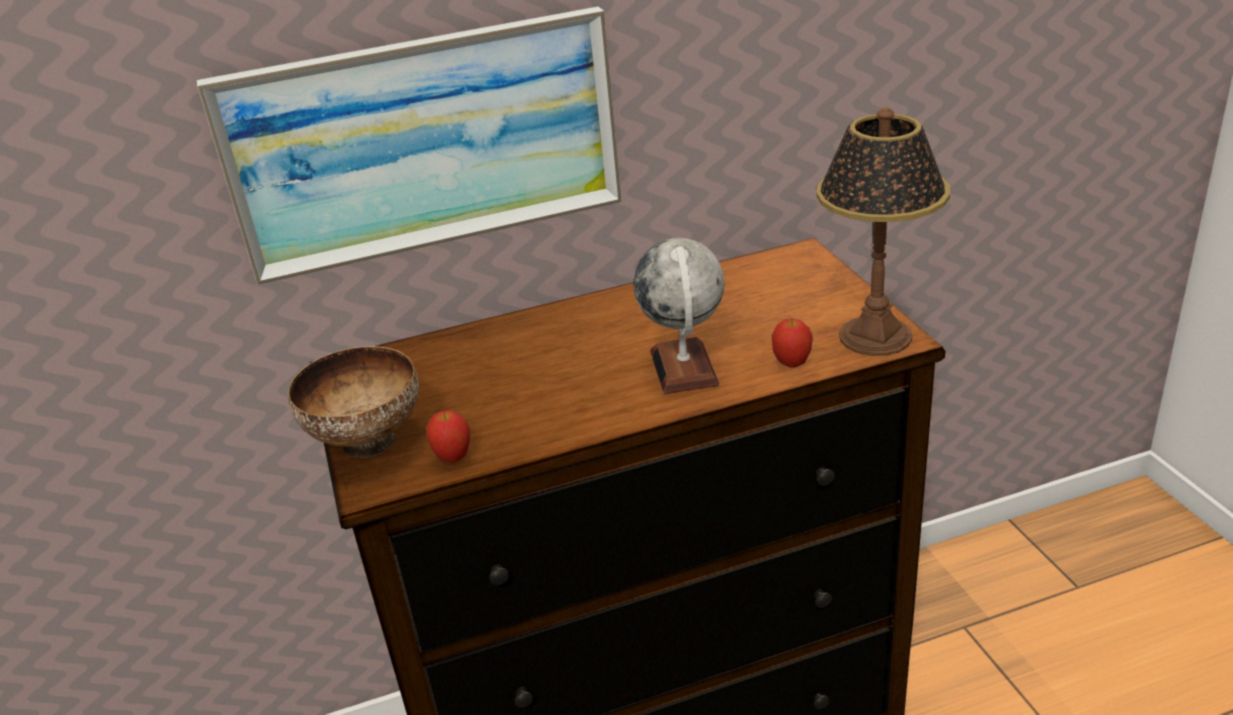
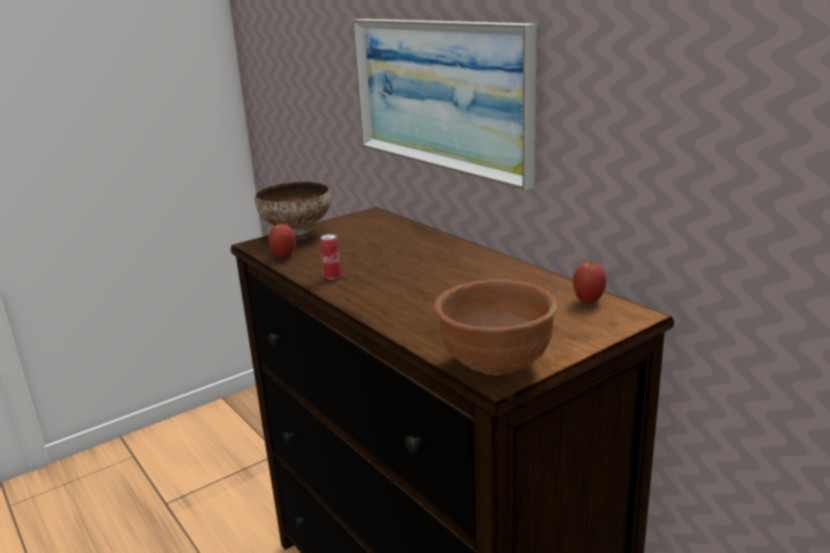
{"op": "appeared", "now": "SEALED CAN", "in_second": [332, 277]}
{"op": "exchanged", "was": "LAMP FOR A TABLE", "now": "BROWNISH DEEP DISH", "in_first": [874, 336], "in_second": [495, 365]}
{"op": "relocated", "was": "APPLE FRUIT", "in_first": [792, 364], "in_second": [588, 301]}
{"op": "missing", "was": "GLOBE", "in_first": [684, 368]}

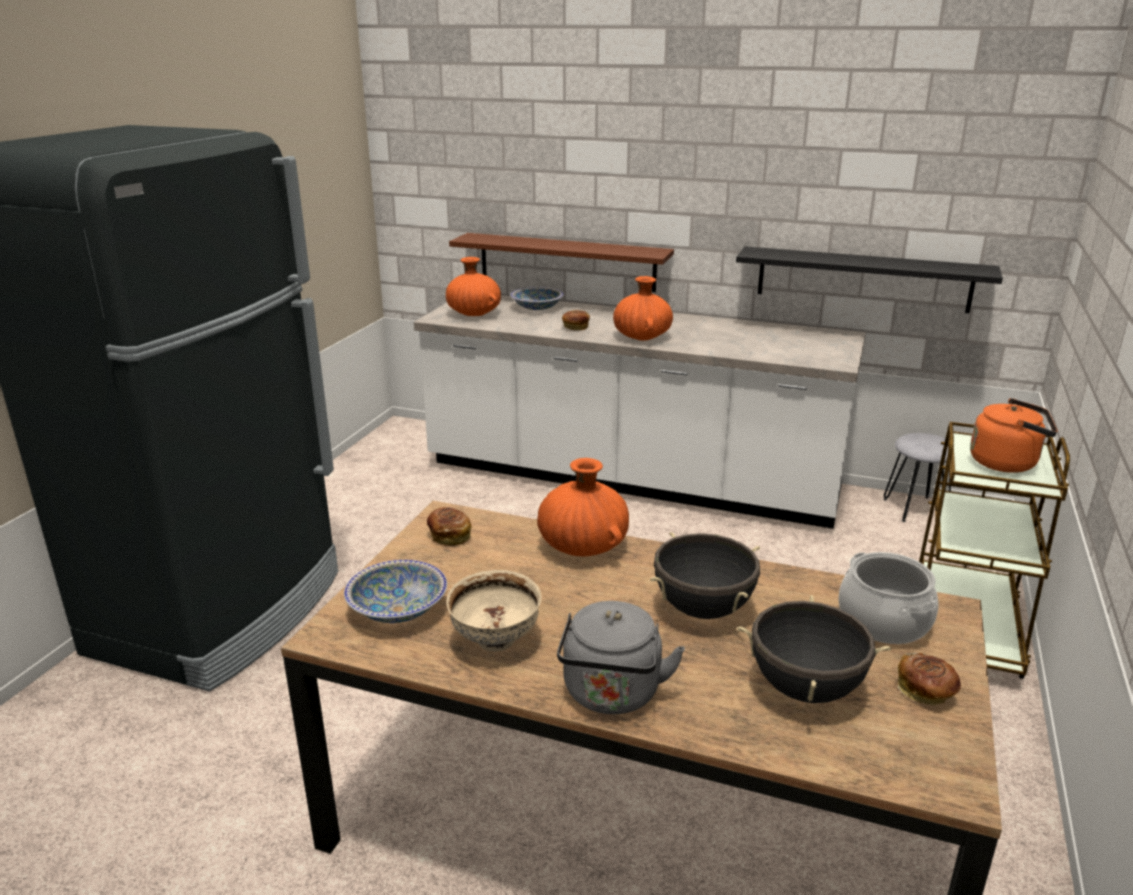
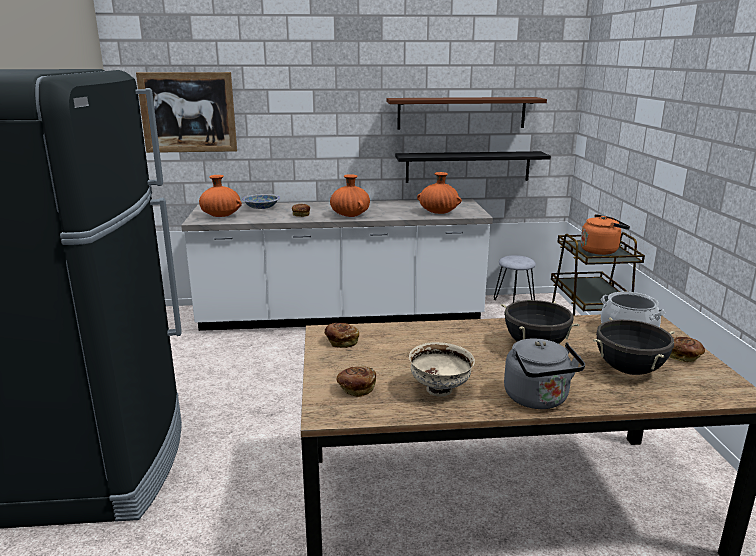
{"op": "appeared", "now": "WALL ART", "in_second": [188, 112]}
{"op": "exchanged", "was": "DEEP DISH", "now": "BREAD", "in_first": [397, 609], "in_second": [356, 389]}
{"op": "relocated", "was": "BROWNISH SHELF", "in_first": [566, 262], "in_second": [461, 113]}
{"op": "relocated", "was": "ORANGE-COLOURED FLOWER VASE", "in_first": [583, 546], "in_second": [438, 212]}

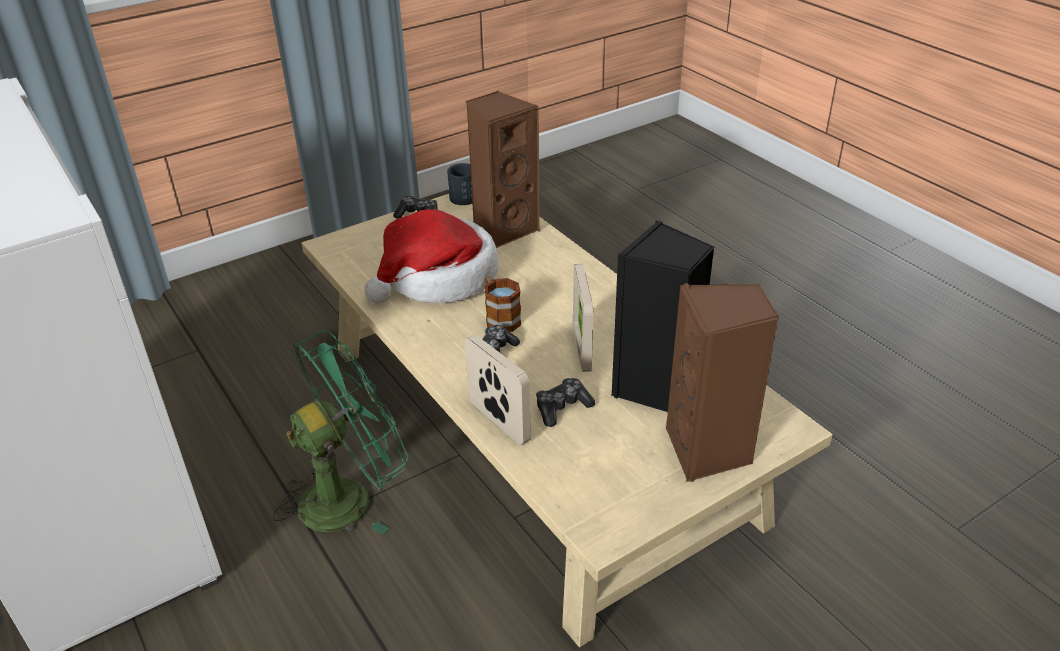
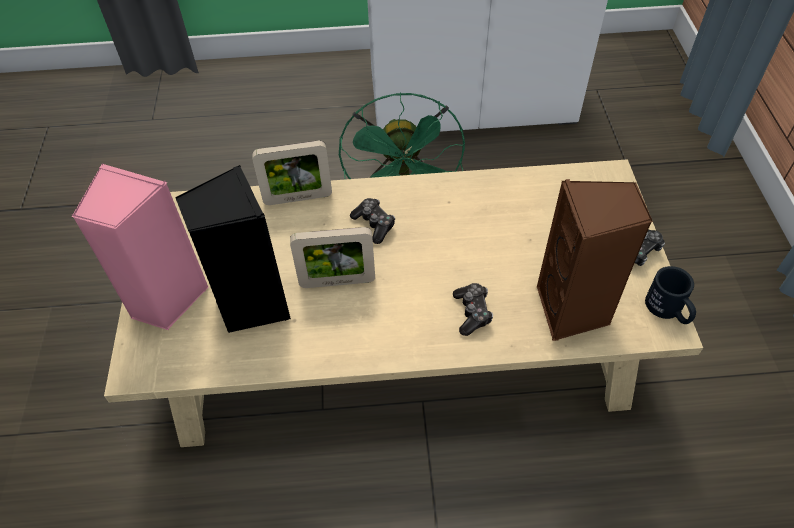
{"op": "colour", "was": "BROWNISH AUDIO SPEAKER", "now": "PINKISH AUDIO SPEAKER", "in_first": [709, 451], "in_second": [165, 300]}
{"op": "spun", "was": "PICTURE FRAME", "in_first": [581, 349], "in_second": [337, 282], "clockwise": 150}
{"op": "relocated", "was": "GAMEPAD", "in_first": [562, 408], "in_second": [472, 312]}
{"op": "missing", "was": "WEARABLE HAT", "in_first": [438, 278]}
{"op": "missing", "was": "COFFEE MUG", "in_first": [499, 317]}

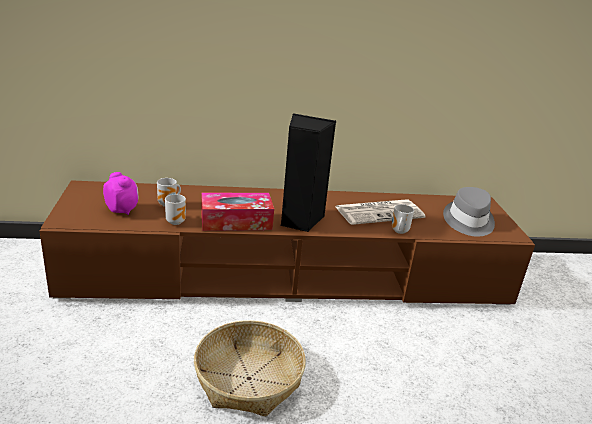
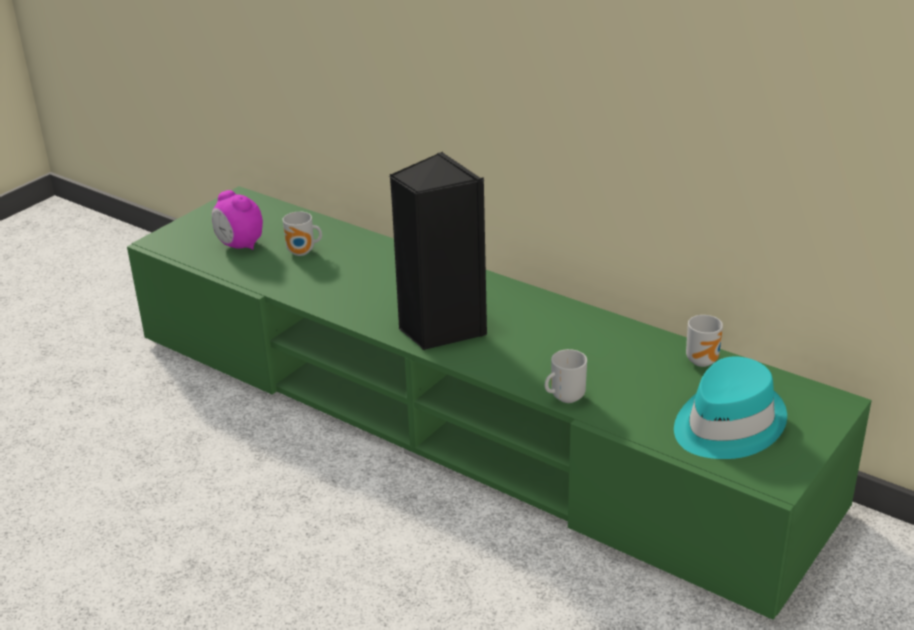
{"op": "colour", "was": "BROWNISH TV STAND", "now": "GREEN TV STAND", "in_first": [290, 275], "in_second": [462, 419]}
{"op": "spun", "was": "TABLE CLOCK", "in_first": [122, 210], "in_second": [239, 245], "clockwise": 135}
{"op": "colour", "was": "GRAY WEARABLE HAT", "now": "TURQUOISE WEARABLE HAT", "in_first": [468, 221], "in_second": [726, 425]}
{"op": "relocated", "was": "COFFEE MUG", "in_first": [176, 221], "in_second": [704, 360]}
{"op": "missing", "was": "STORAGE BASKET", "in_first": [248, 378]}
{"op": "missing", "was": "TISSUE BOX", "in_first": [236, 221]}
{"op": "missing", "was": "PRINTED PAPER", "in_first": [380, 212]}

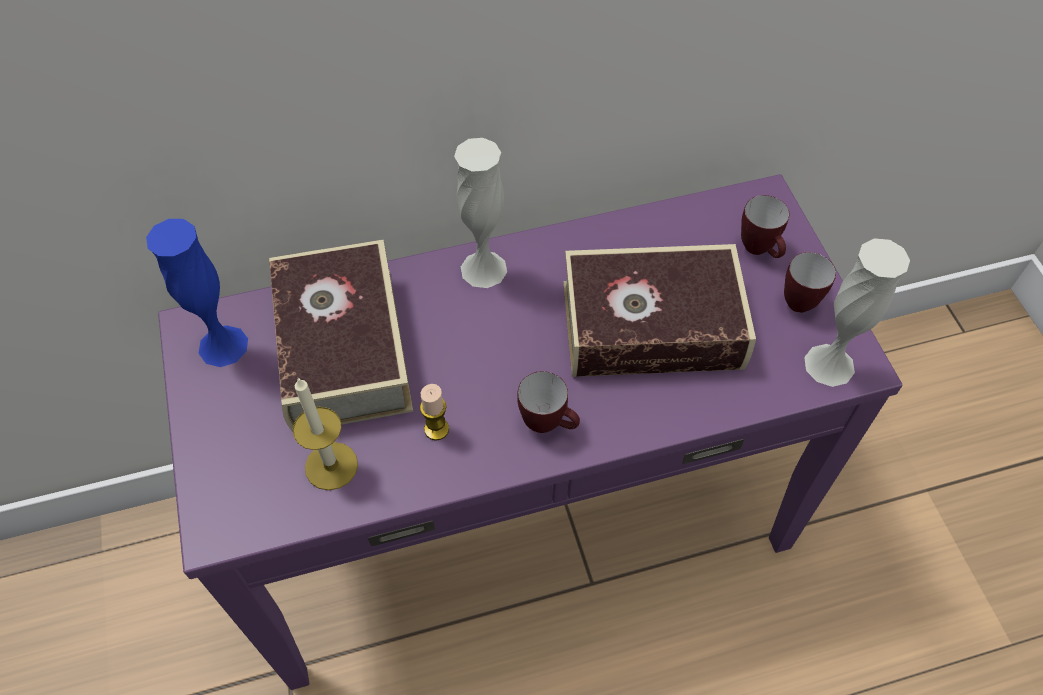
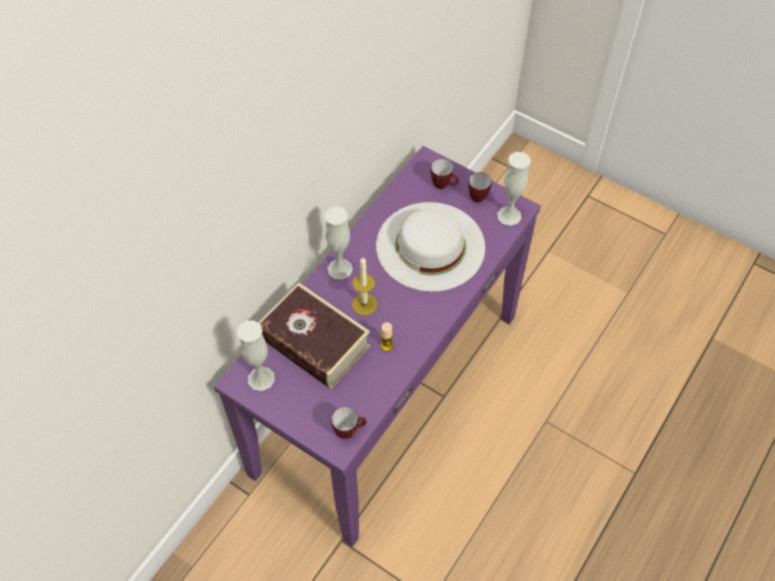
{"op": "colour", "was": "BLUE-COLOURED FLOWER VASE", "now": "WHITISH FLOWER VASE", "in_first": [223, 346], "in_second": [261, 378]}
{"op": "relocated", "was": "COFFEE MUG", "in_first": [548, 424], "in_second": [349, 431]}
{"op": "relocated", "was": "WAX CANDLE", "in_first": [331, 466], "in_second": [364, 304]}
{"op": "exchanged", "was": "BOOK", "now": "WHITISH WEARABLE HAT", "in_first": [651, 326], "in_second": [430, 246]}

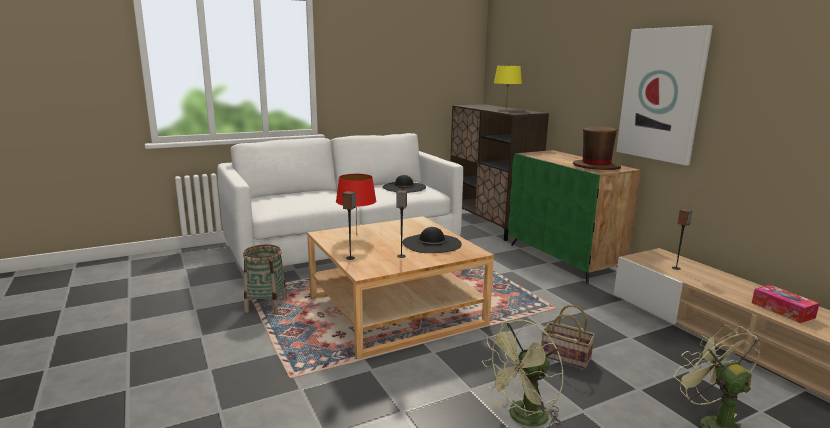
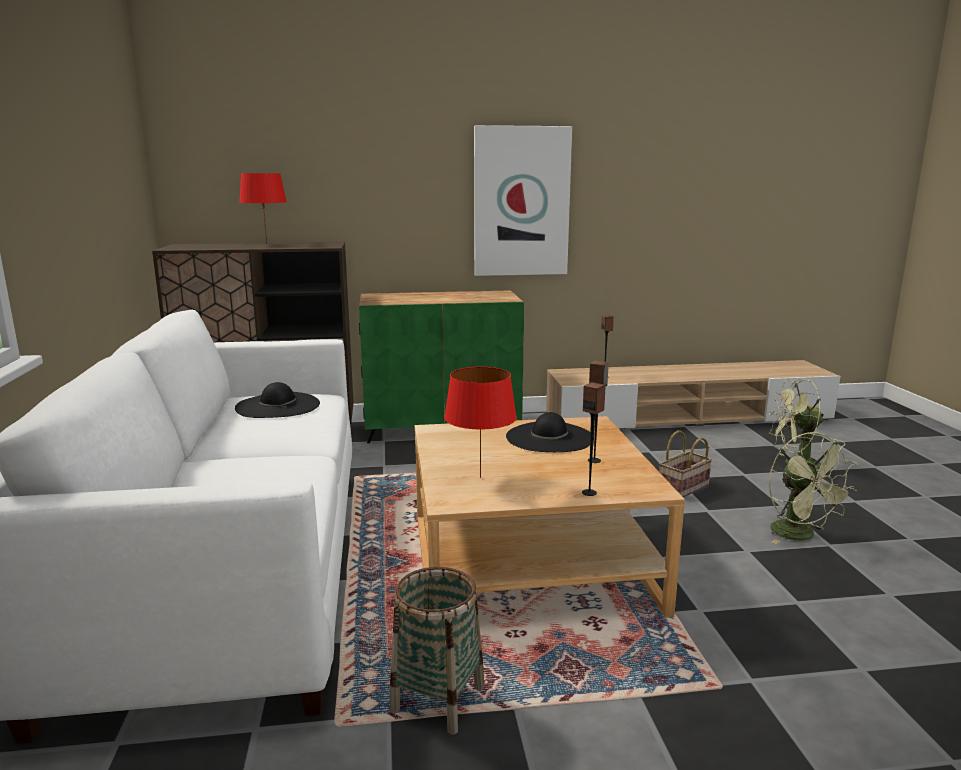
{"op": "colour", "was": "YELLOW-COLOURED LAMP FOR A TABLE", "now": "RED LAMP FOR A TABLE", "in_first": [506, 109], "in_second": [266, 244]}
{"op": "missing", "was": "BROWNISH WEARABLE HAT", "in_first": [596, 167]}
{"op": "missing", "was": "TISSUE BOX", "in_first": [782, 310]}

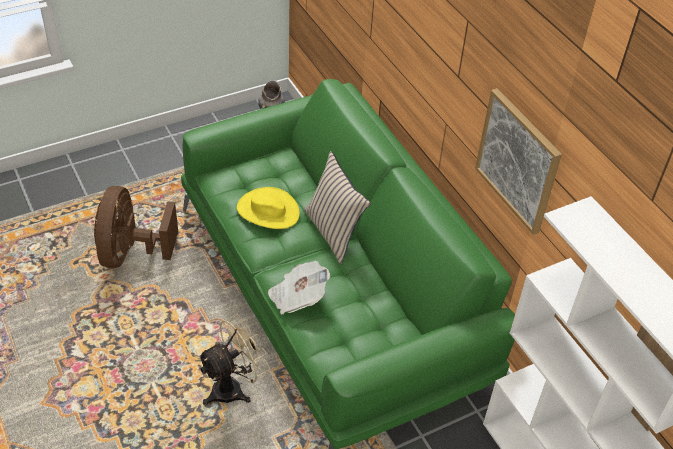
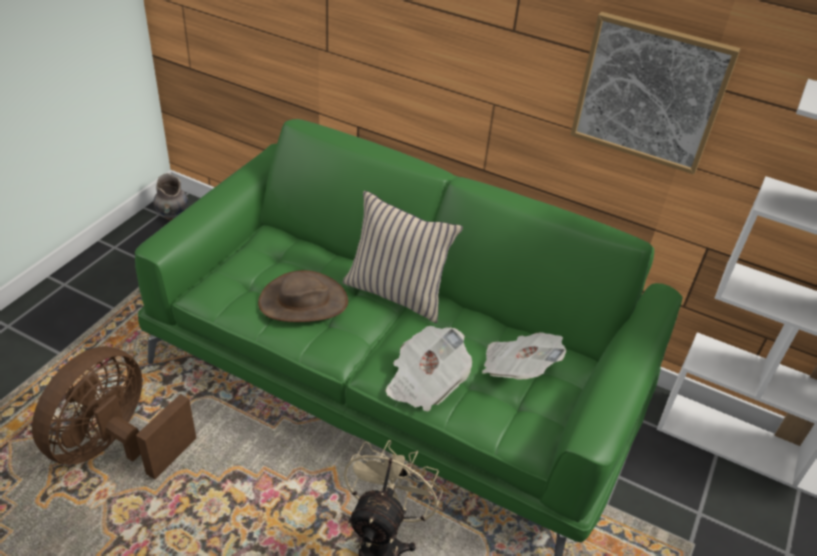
{"op": "spun", "was": "BROWNISH ELECTRIC FAN", "in_first": [131, 253], "in_second": [117, 446], "clockwise": 60}
{"op": "colour", "was": "YELLOW-COLOURED WEARABLE HAT", "now": "BROWNISH WEARABLE HAT", "in_first": [268, 211], "in_second": [303, 302]}
{"op": "appeared", "now": "PRINTED PAPER", "in_second": [517, 368]}

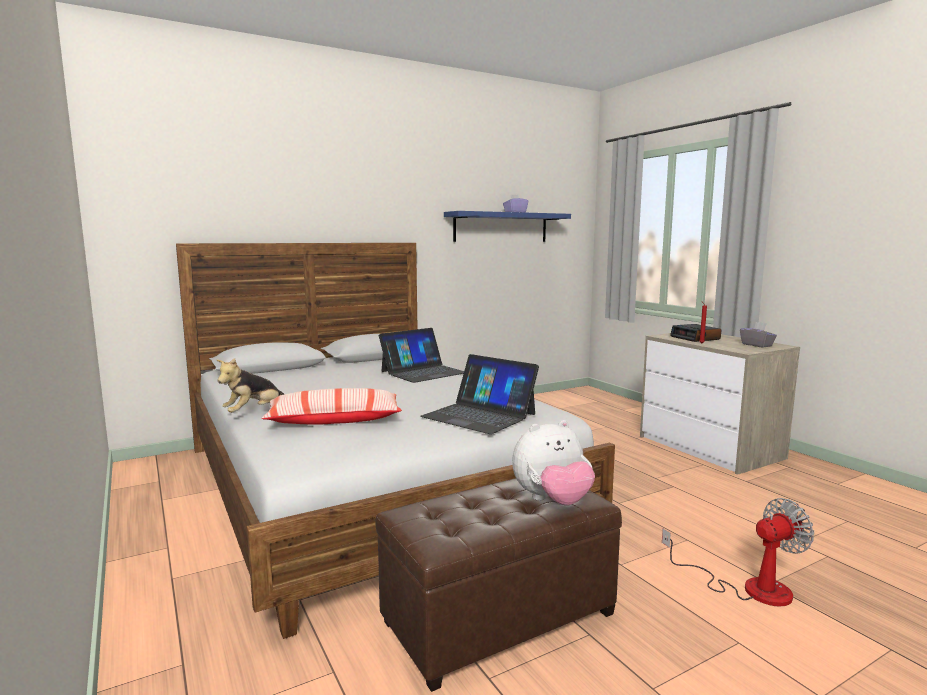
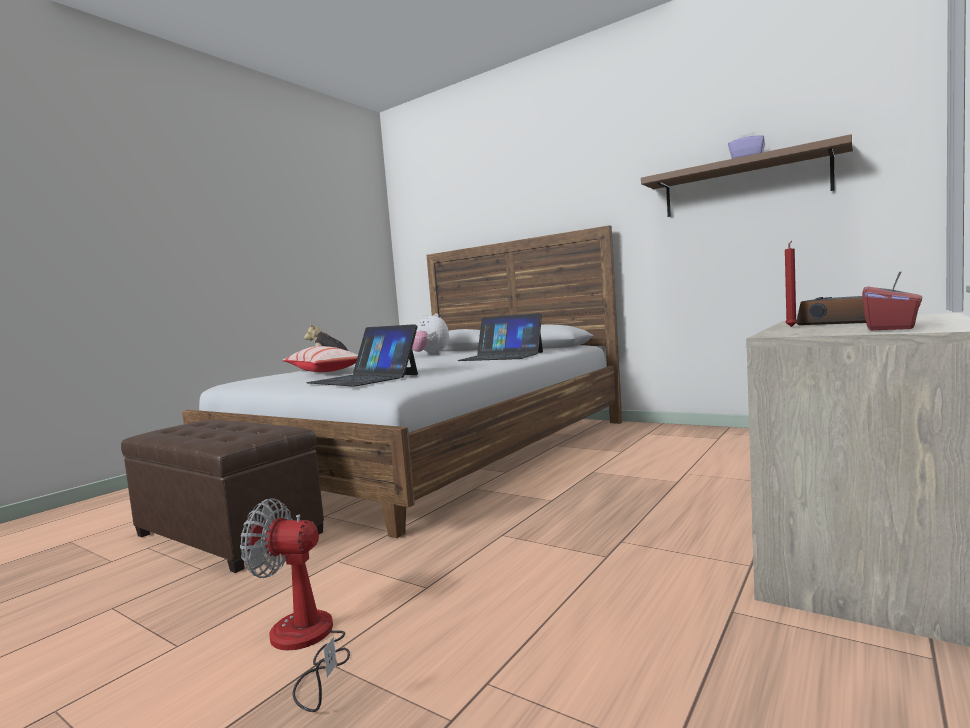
{"op": "spun", "was": "ELECTRIC FAN", "in_first": [749, 588], "in_second": [305, 644], "clockwise": 150}
{"op": "spun", "was": "NOTEBOOK COMPUTER", "in_first": [479, 415], "in_second": [364, 379], "clockwise": -60}
{"op": "relocated", "was": "CUDDLY TOY", "in_first": [552, 501], "in_second": [429, 355]}
{"op": "colour", "was": "BLUE-COLOURED SHELF", "now": "BROWNISH SHELF", "in_first": [501, 227], "in_second": [744, 185]}
{"op": "colour", "was": "GRAY TISSUE BOX", "now": "RED TISSUE BOX", "in_first": [757, 345], "in_second": [891, 328]}

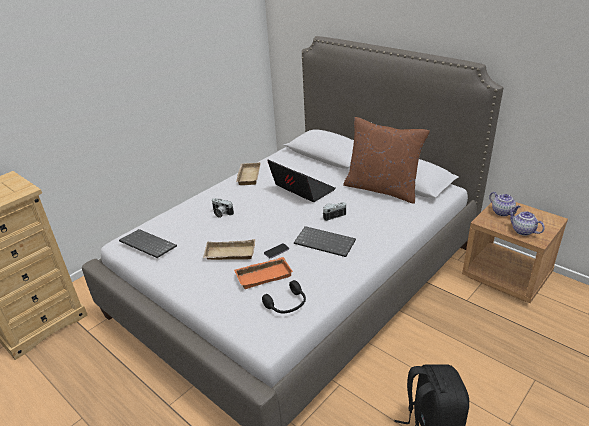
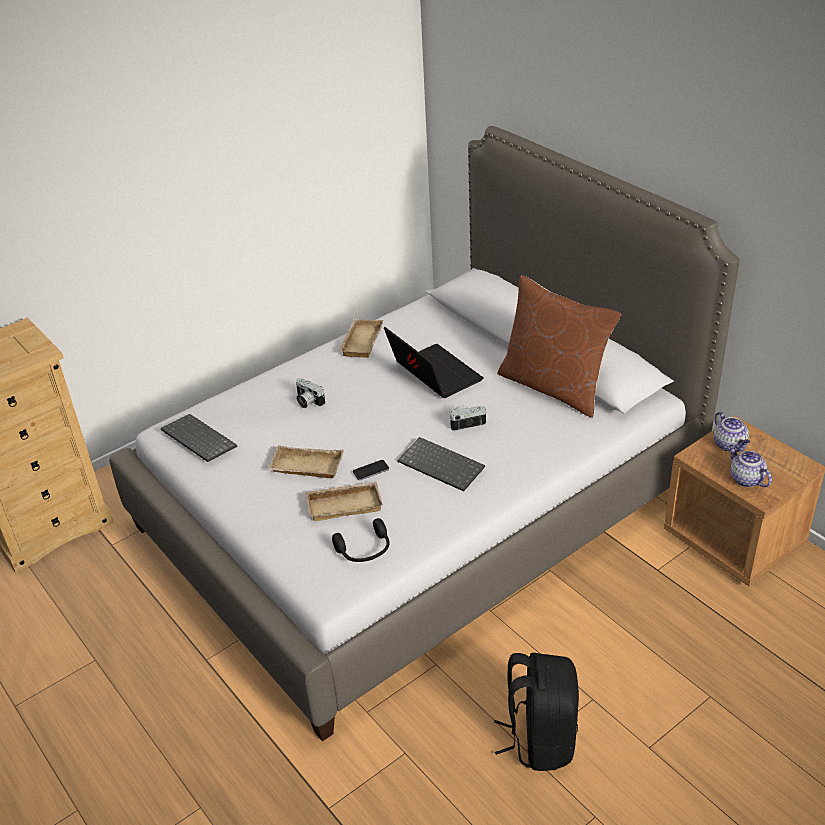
{"op": "colour", "was": "ORANGE-COLOURED CARRYING TRAY", "now": "BEIGE CARRYING TRAY", "in_first": [264, 275], "in_second": [345, 504]}

